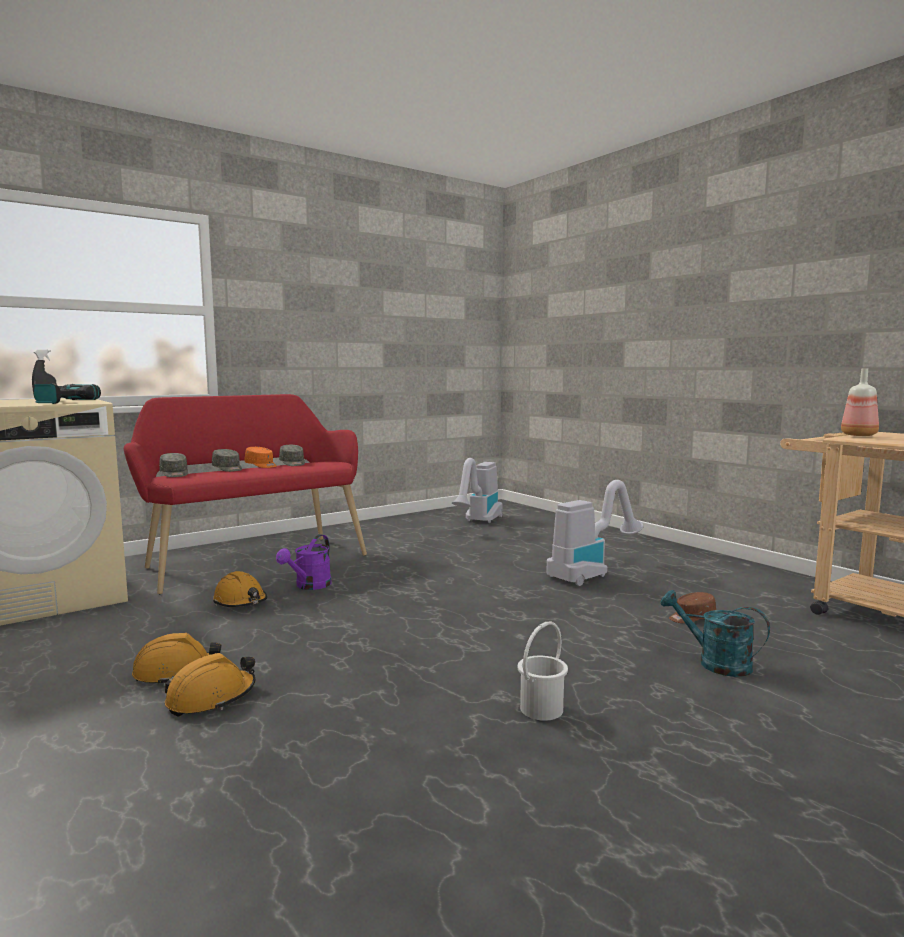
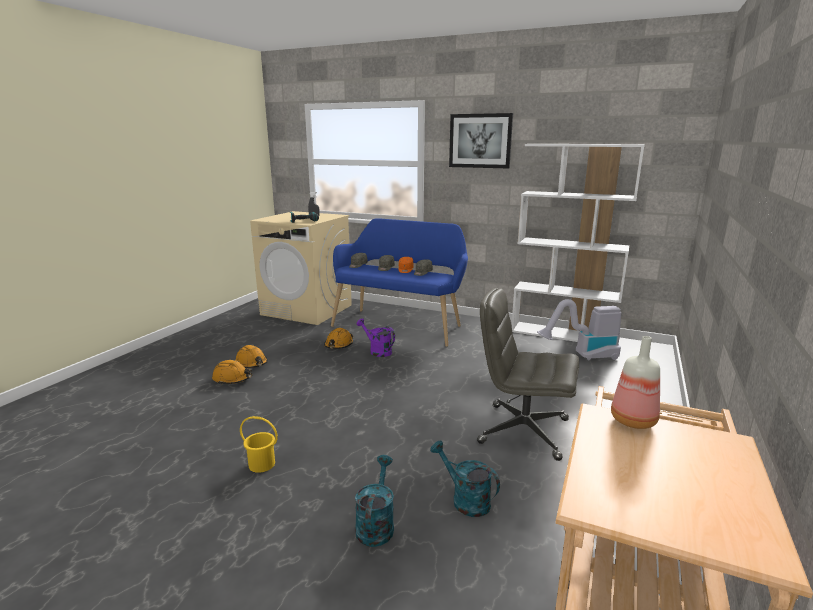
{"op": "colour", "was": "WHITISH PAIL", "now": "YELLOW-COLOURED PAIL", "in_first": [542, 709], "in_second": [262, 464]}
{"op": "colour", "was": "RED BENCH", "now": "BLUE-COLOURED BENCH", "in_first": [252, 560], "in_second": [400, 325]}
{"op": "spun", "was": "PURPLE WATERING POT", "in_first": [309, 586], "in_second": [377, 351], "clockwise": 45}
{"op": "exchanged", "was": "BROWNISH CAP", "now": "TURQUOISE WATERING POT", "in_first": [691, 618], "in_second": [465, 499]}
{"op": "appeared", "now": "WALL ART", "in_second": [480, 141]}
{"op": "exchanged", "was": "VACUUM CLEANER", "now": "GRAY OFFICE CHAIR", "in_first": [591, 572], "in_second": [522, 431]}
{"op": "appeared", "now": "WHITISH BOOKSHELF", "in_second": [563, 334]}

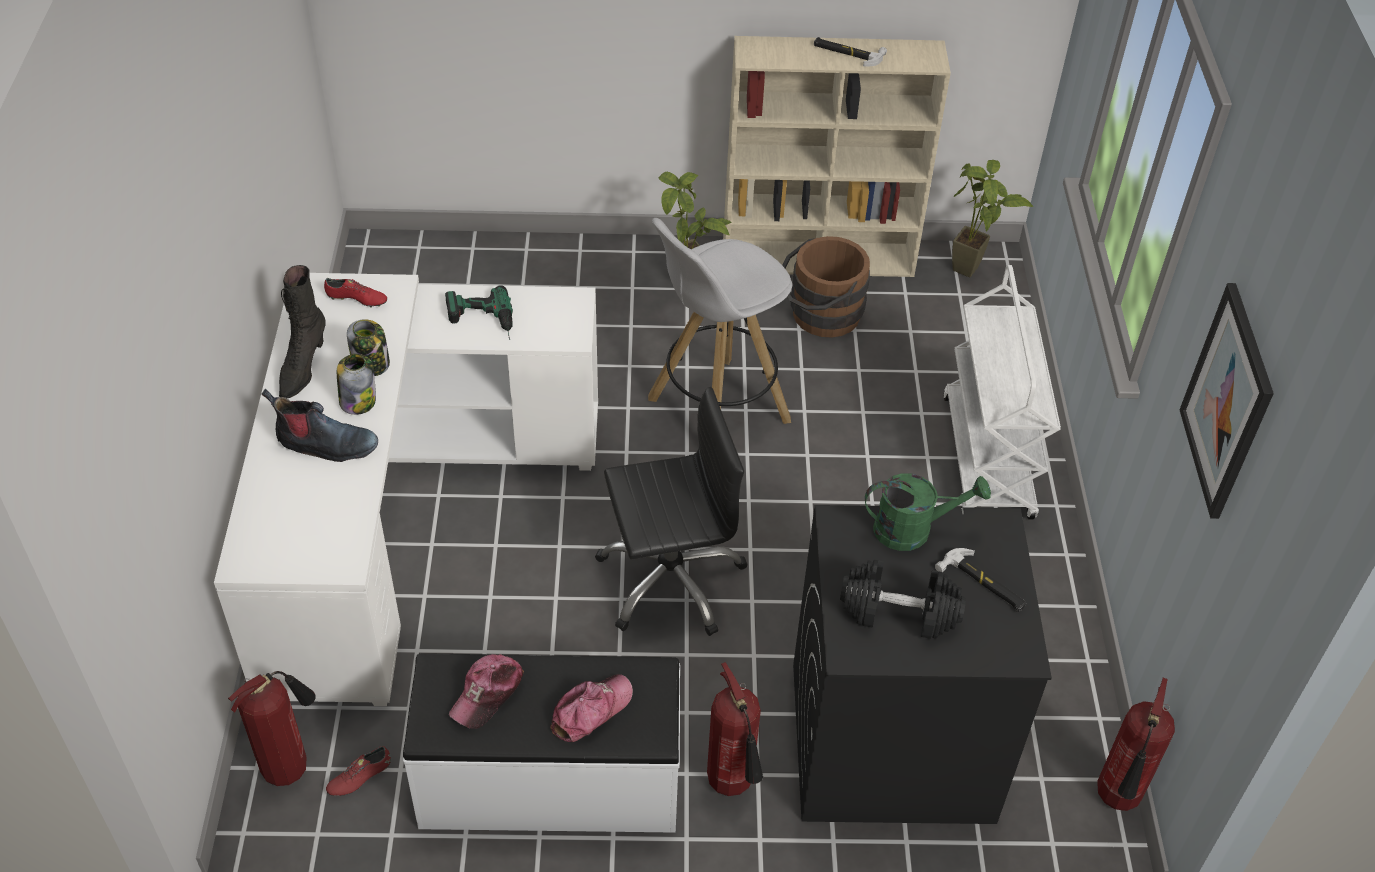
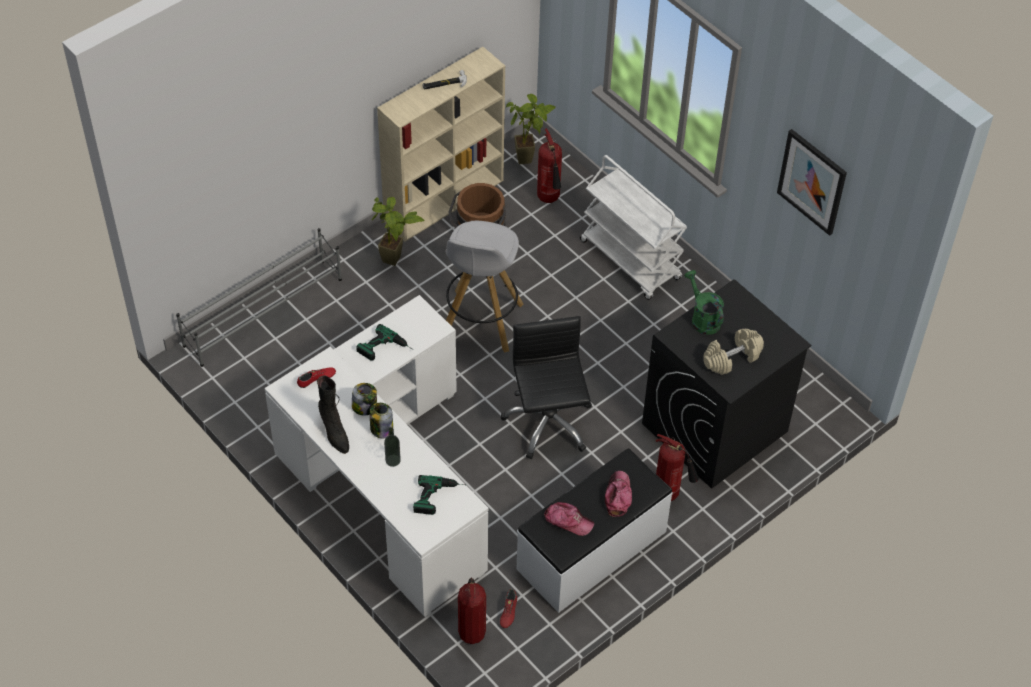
{"op": "appeared", "now": "GRAY SHOE STAND", "in_second": [264, 312]}
{"op": "exchanged", "was": "TALL BOOT", "now": "BOTTLE", "in_first": [325, 445], "in_second": [393, 460]}
{"op": "appeared", "now": "DRILL", "in_second": [440, 497]}
{"op": "spun", "was": "BLACK-COLOURED OFFICE CHAIR", "in_first": [670, 579], "in_second": [548, 423], "clockwise": -45}
{"op": "relocated", "was": "EXTINGUISHER", "in_first": [1117, 801], "in_second": [549, 199]}
{"op": "spun", "was": "CAP", "in_first": [487, 694], "in_second": [568, 521], "clockwise": -60}
{"op": "spun", "was": "GREEN WATERING POT", "in_first": [913, 529], "in_second": [702, 318], "clockwise": -75}
{"op": "colour", "was": "BLACK-COLOURED DUMBBELL", "now": "BEIGE DUMBBELL", "in_first": [899, 612], "in_second": [732, 358]}
{"op": "missing", "was": "HAMMER", "in_first": [983, 584]}

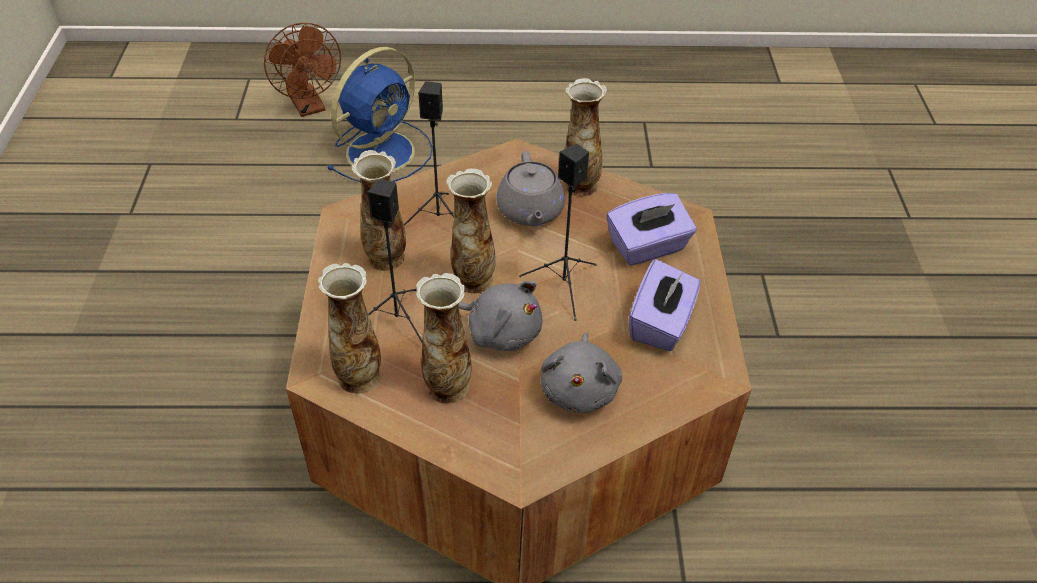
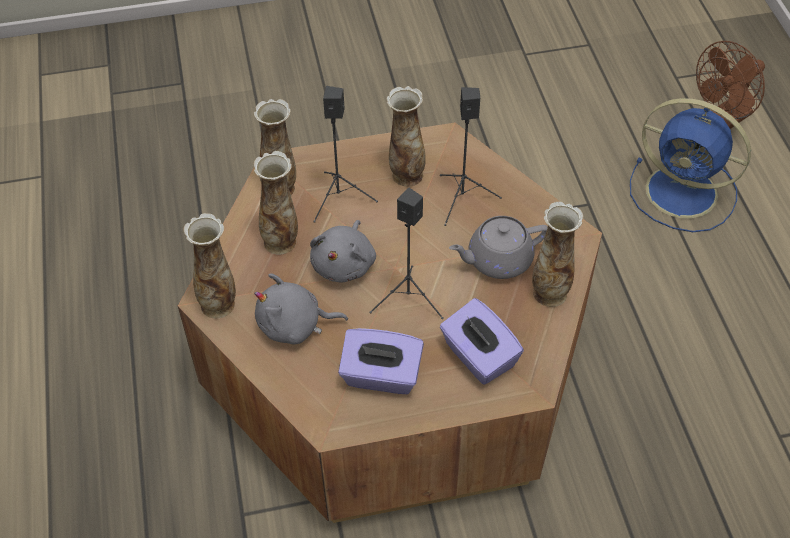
{"op": "relocated", "was": "FLOWER VASE", "in_first": [473, 279], "in_second": [218, 304]}

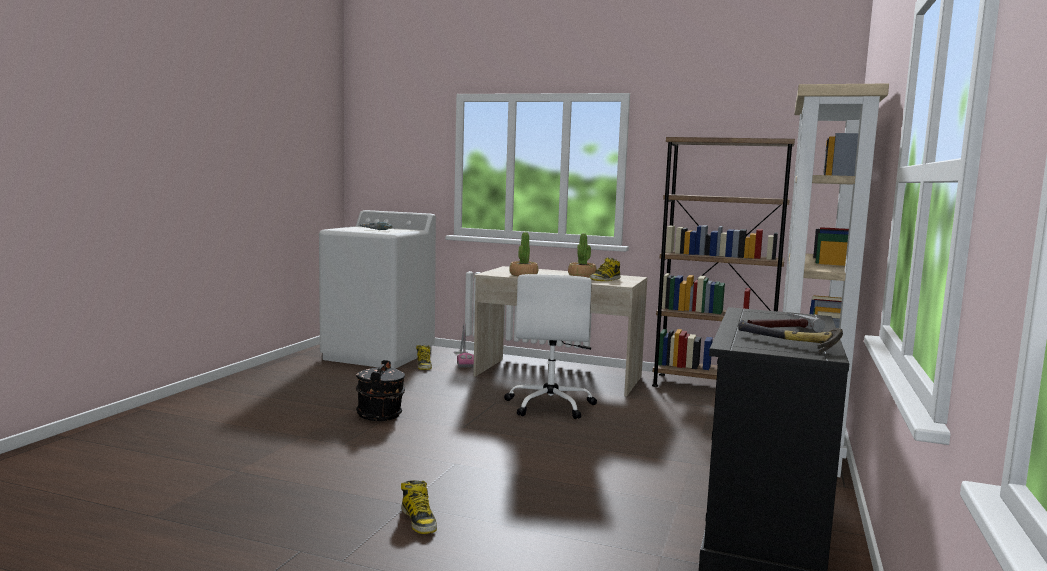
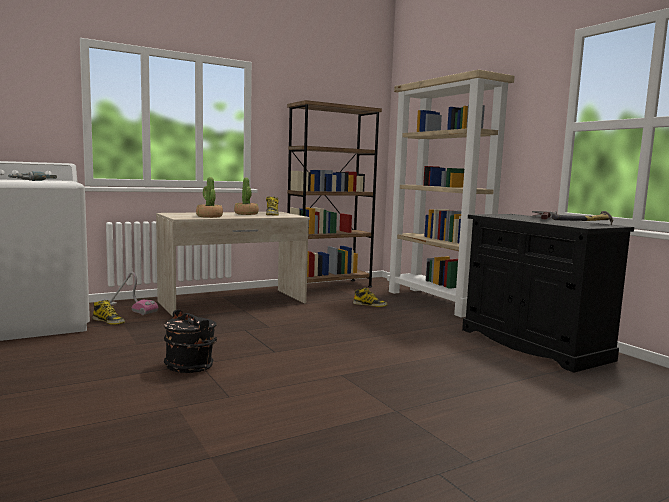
{"op": "relocated", "was": "TALL BOOT", "in_first": [419, 520], "in_second": [370, 305]}
{"op": "missing", "was": "WHITISH OFFICE CHAIR", "in_first": [550, 405]}

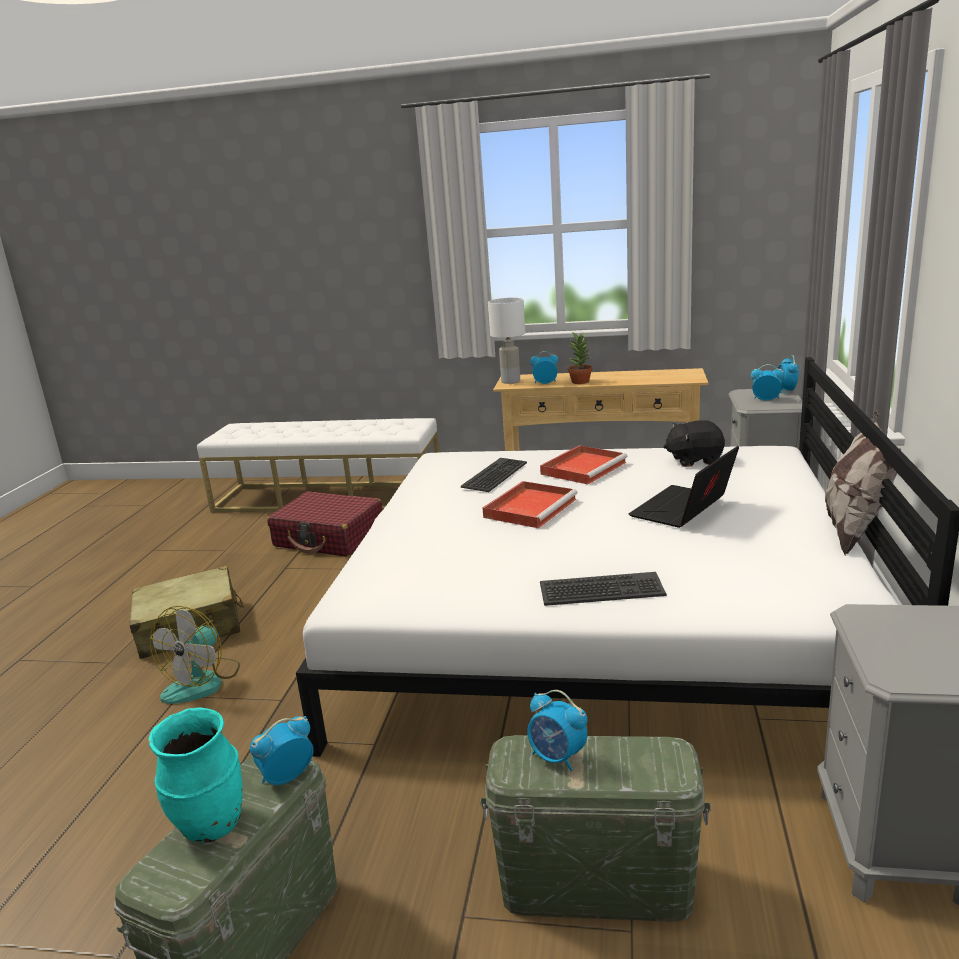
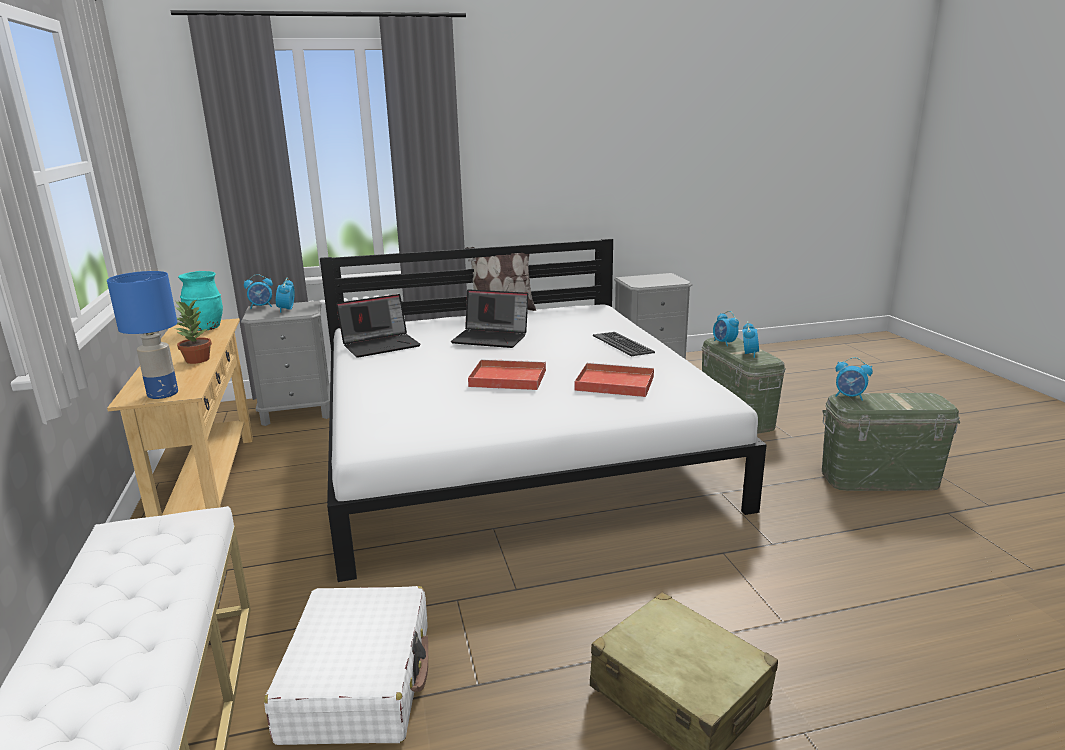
{"op": "colour", "was": "WHITISH LAMP FOR A TABLE", "now": "BLUE-COLOURED LAMP FOR A TABLE", "in_first": [511, 381], "in_second": [164, 394]}
{"op": "relocated", "was": "TURQUOISE FLOWER VASE", "in_first": [211, 826], "in_second": [206, 328]}
{"op": "colour", "was": "RED TRAVEL CASE", "now": "WHITISH TRAVEL CASE", "in_first": [329, 538], "in_second": [359, 681]}
{"op": "exchanged", "was": "BLACK-COLOURED CUDDLY TOY", "now": "NOTEBOOK COMPUTER", "in_first": [694, 460], "in_second": [381, 345]}
{"op": "relocated", "was": "RED CARRYING TRAY", "in_first": [584, 467], "in_second": [613, 383]}
{"op": "relocated", "was": "TABLE CLOCK", "in_first": [545, 383], "in_second": [724, 343]}
{"op": "missing", "was": "ELECTRIC FAN", "in_first": [202, 682]}
{"op": "missing", "was": "PC KEYBOARD", "in_first": [495, 475]}

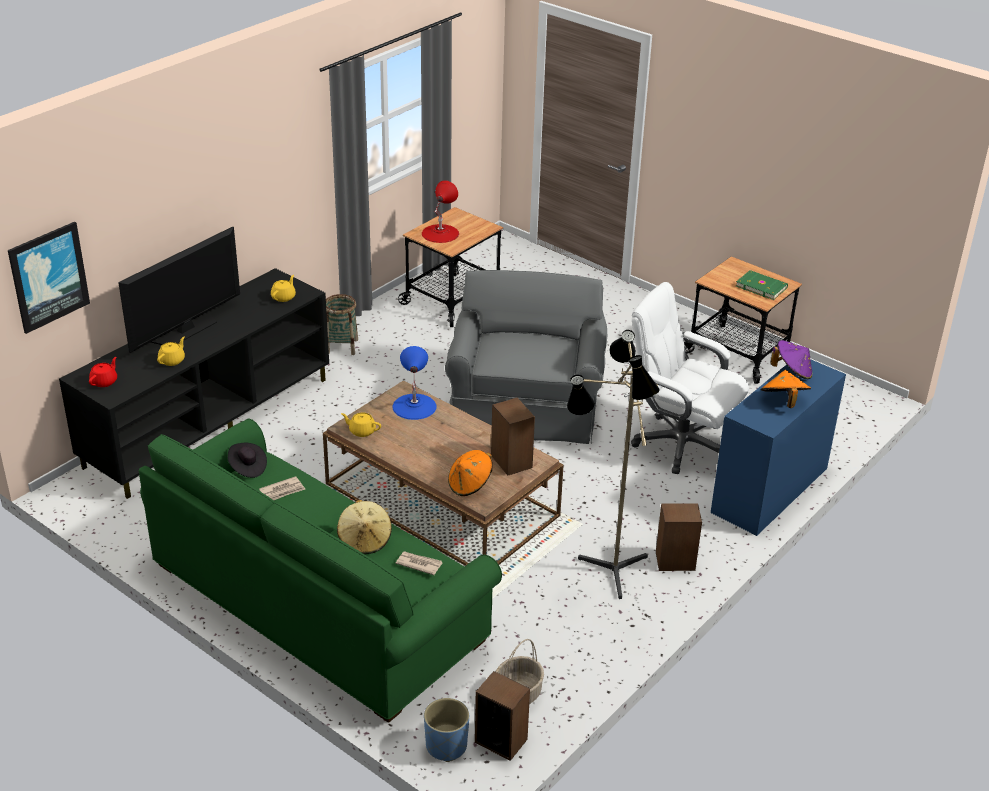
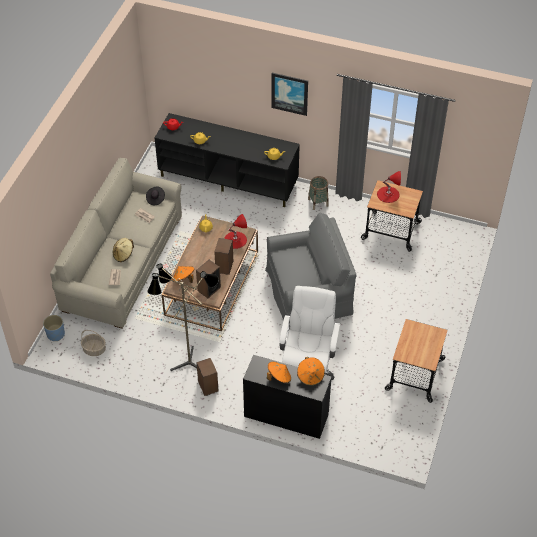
{"op": "colour", "was": "GREEN SOFA", "now": "BEIGE SOFA", "in_first": [316, 602], "in_second": [122, 263]}
{"op": "relocated", "was": "AUDIO SPEAKER", "in_first": [501, 740], "in_second": [224, 266]}
{"op": "colour", "was": "BLUE-COLOURED LAMP FOR A TABLE", "now": "RED LAMP FOR A TABLE", "in_first": [414, 406], "in_second": [235, 239]}
{"op": "colour", "was": "BLUE-COLOURED DESK TABLE", "now": "BLACK-COLOURED DESK TABLE", "in_first": [770, 490], "in_second": [286, 415]}
{"op": "relocated", "was": "WALL ART", "in_first": [48, 276], "in_second": [289, 93]}
{"op": "colour", "was": "PURPLE WEARABLE HAT", "now": "ORANGE-COLOURED WEARABLE HAT", "in_first": [792, 372], "in_second": [310, 376]}
{"op": "missing", "was": "TELEVISION", "in_first": [186, 330]}
{"op": "missing", "was": "GREEN BOOK", "in_first": [761, 286]}

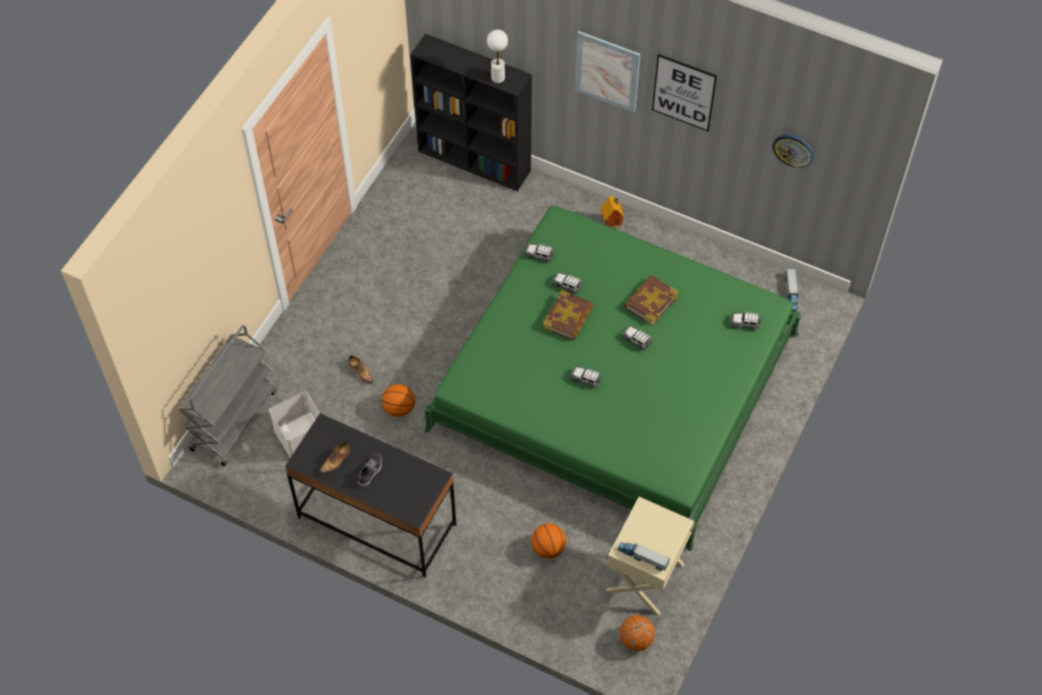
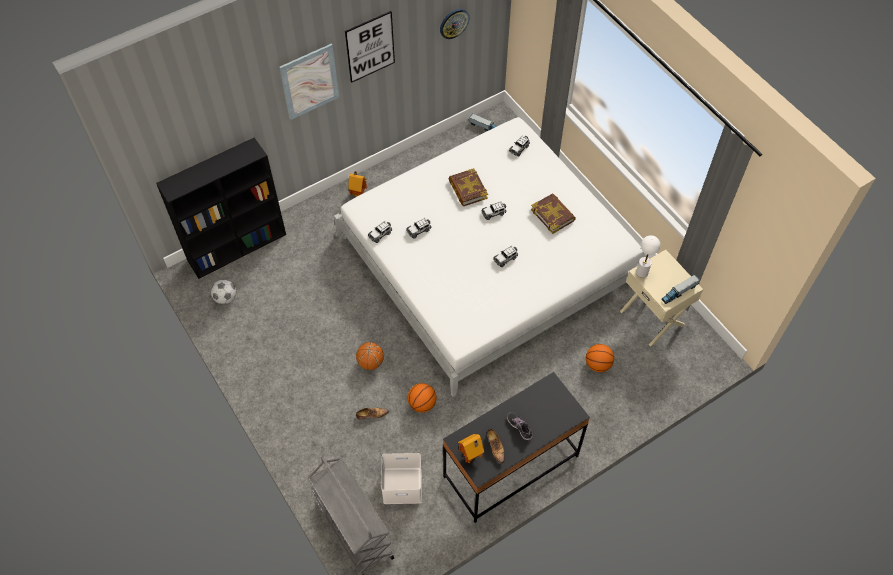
{"op": "appeared", "now": "FOOTBALL", "in_second": [226, 298]}
{"op": "colour", "was": "GREEN BED", "now": "WHITISH BED", "in_first": [614, 381], "in_second": [487, 257]}
{"op": "relocated", "was": "BASKETBALL BALL", "in_first": [636, 640], "in_second": [370, 362]}
{"op": "appeared", "now": "MODEL HOUSE", "in_second": [471, 456]}
{"op": "relocated", "was": "BOOK", "in_first": [568, 318], "in_second": [553, 215]}
{"op": "relocated", "was": "WHITISH LAMP FOR A TABLE", "in_first": [498, 77], "in_second": [642, 272]}

